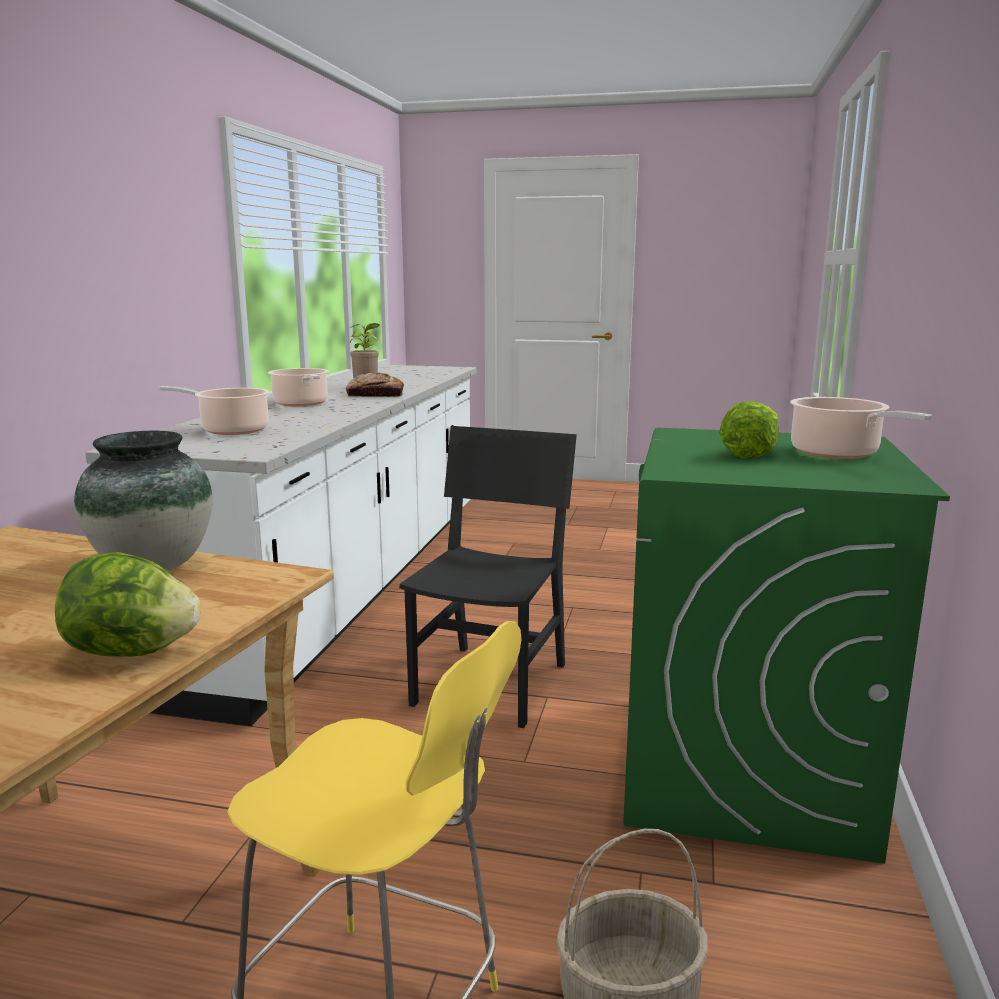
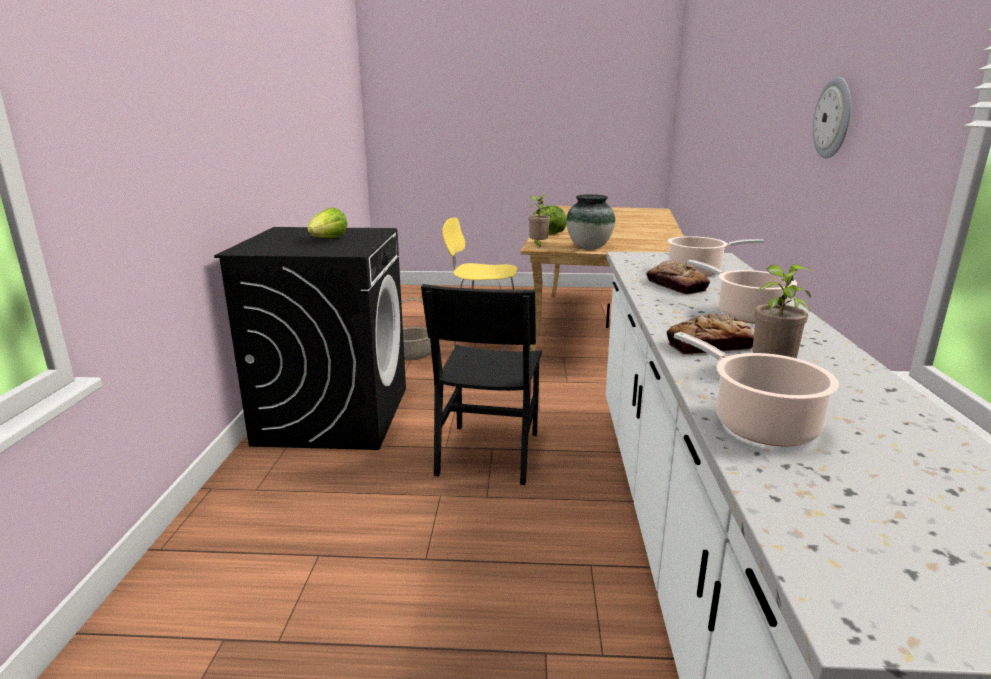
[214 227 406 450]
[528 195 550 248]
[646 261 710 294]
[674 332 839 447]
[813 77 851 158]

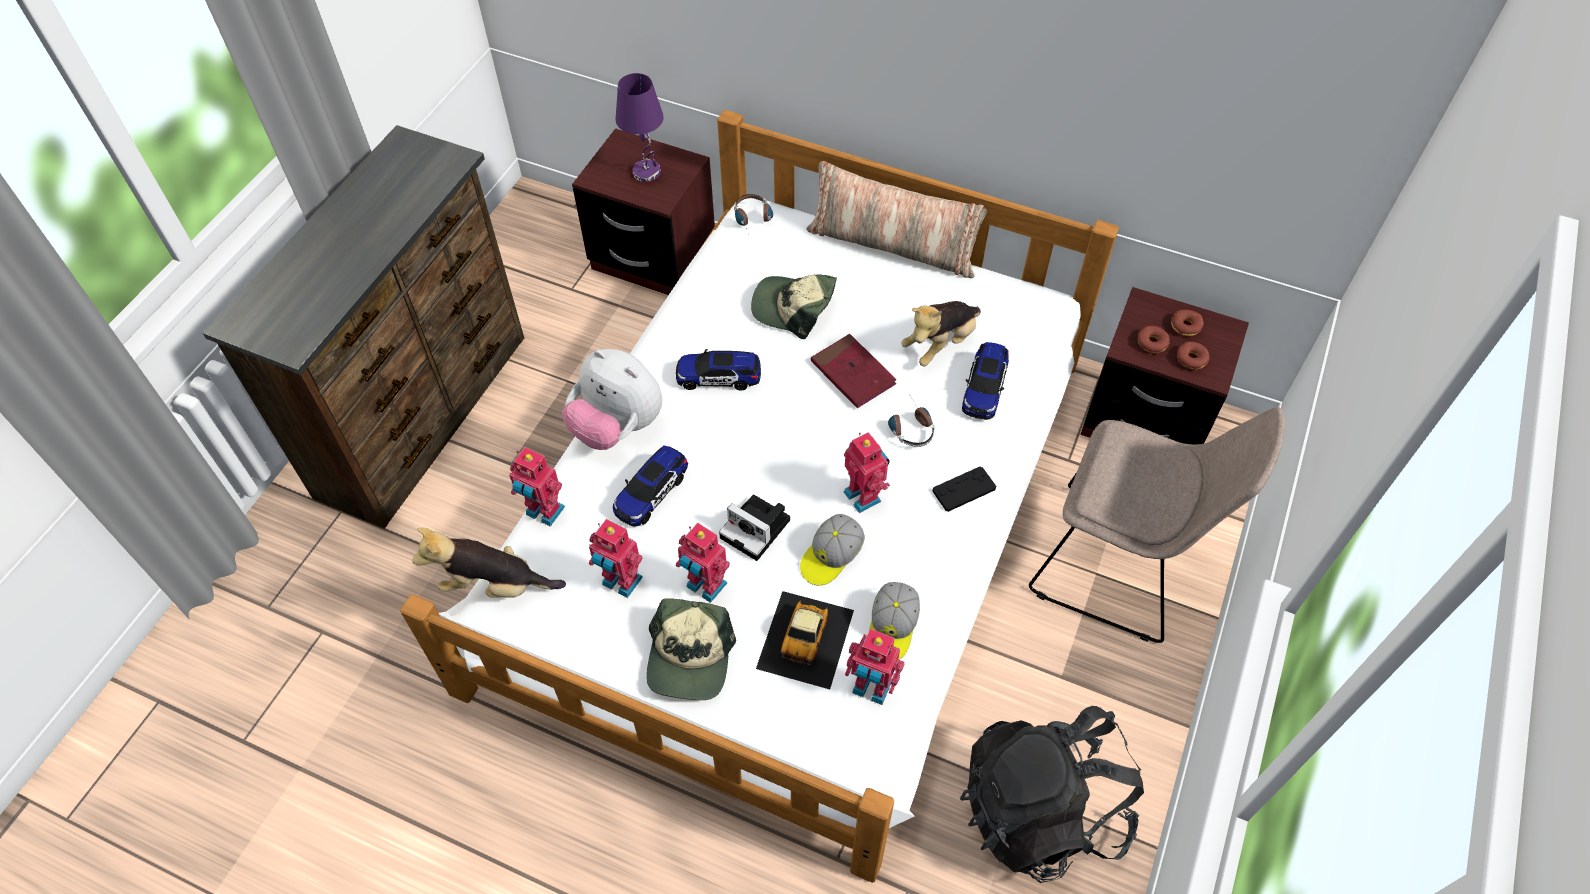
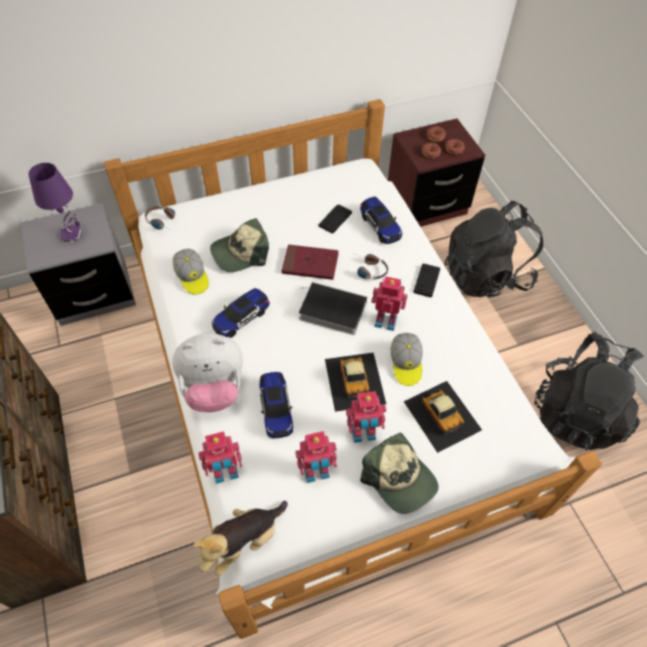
[21 203 136 326]
[173 249 209 295]
[299 282 367 335]
[319 204 352 233]
[325 352 386 412]
[444 201 543 297]
[806 161 987 279] (first image)
[845 628 905 705] (first image)

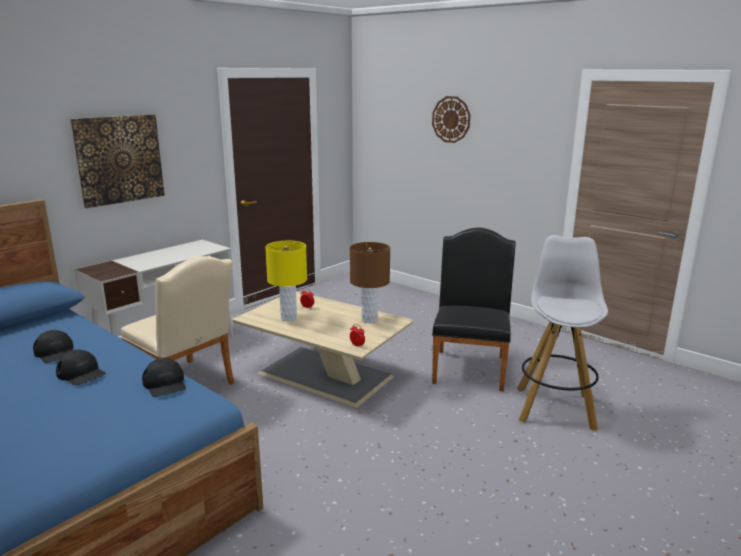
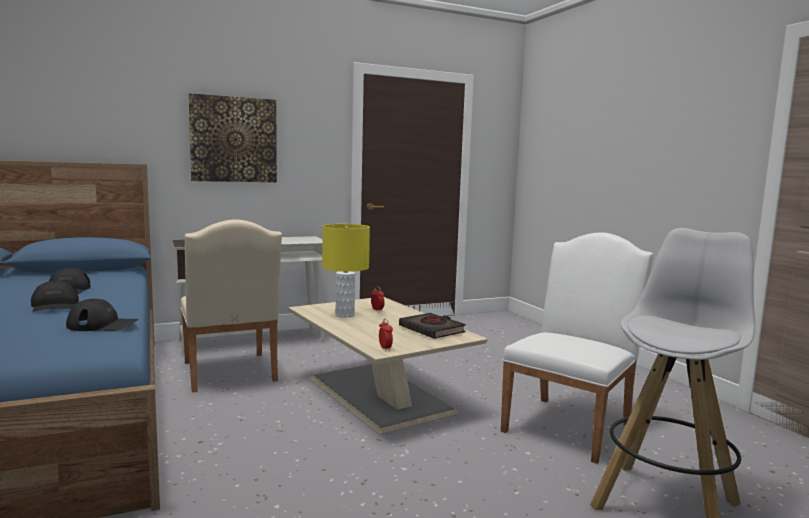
[66 299 138 331]
[399 313 466 339]
[501 232 654 464]
[432 96 470 143] (first image)

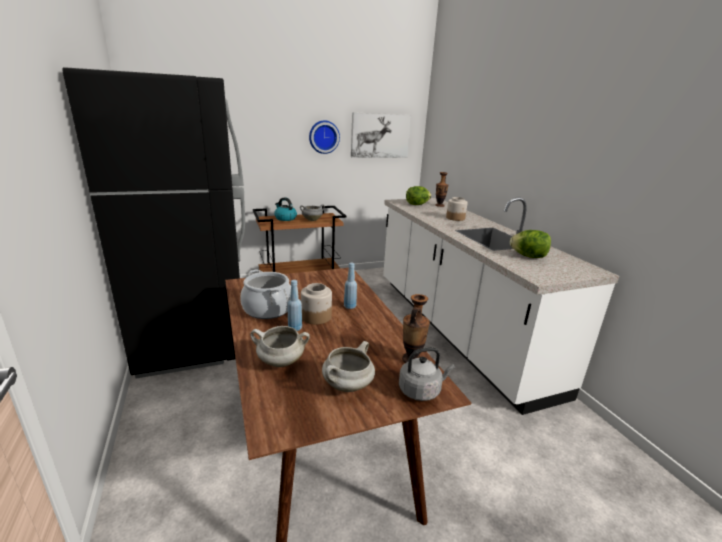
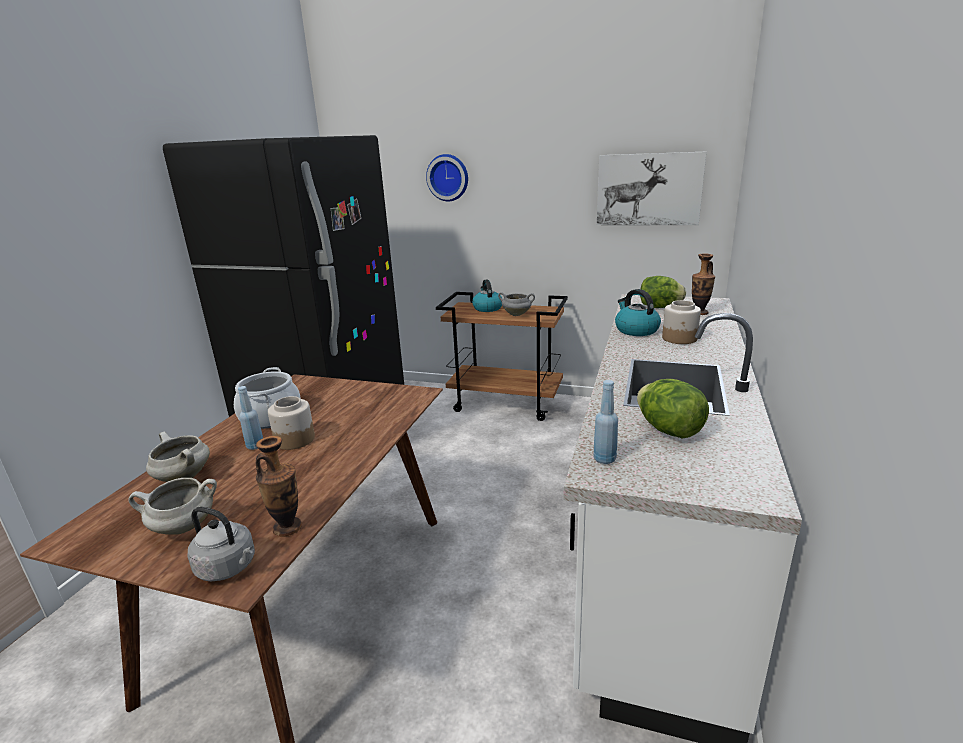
[426 154 468 201]
[593 380 618 464]
[615 289 661 336]

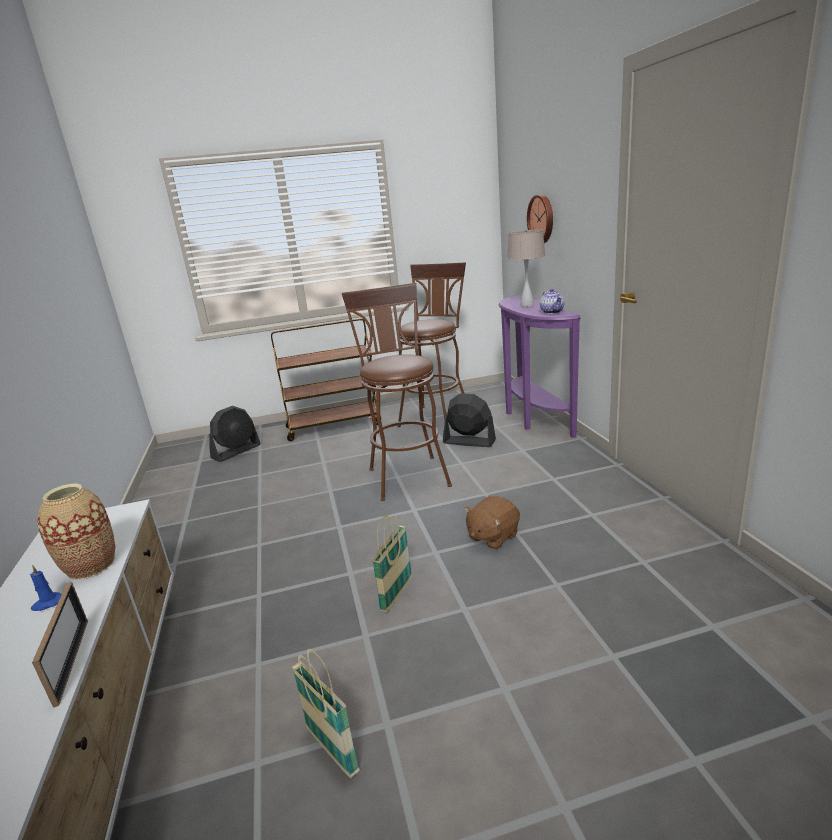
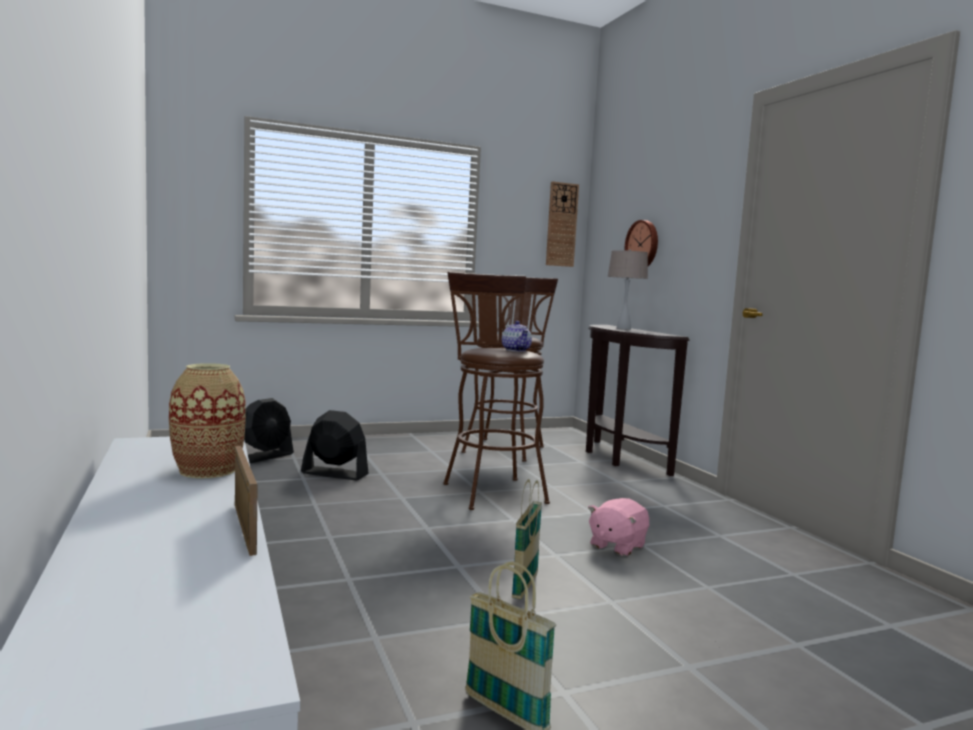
[301 410 369 481]
[502 321 532 351]
[546 181 579 267]
[586 325 689 476]
[588 498 649 556]
[30 565 62 611] (first image)
[271 318 378 441] (first image)

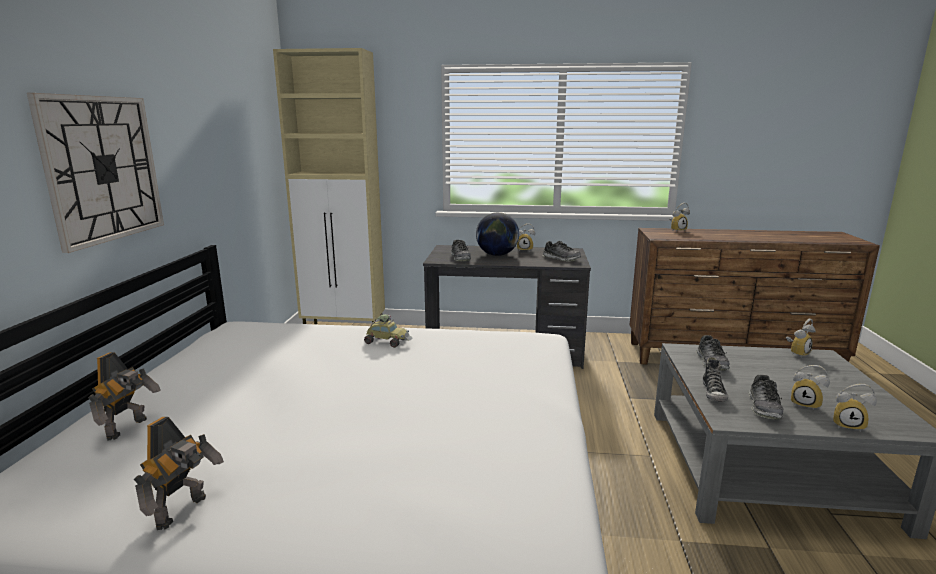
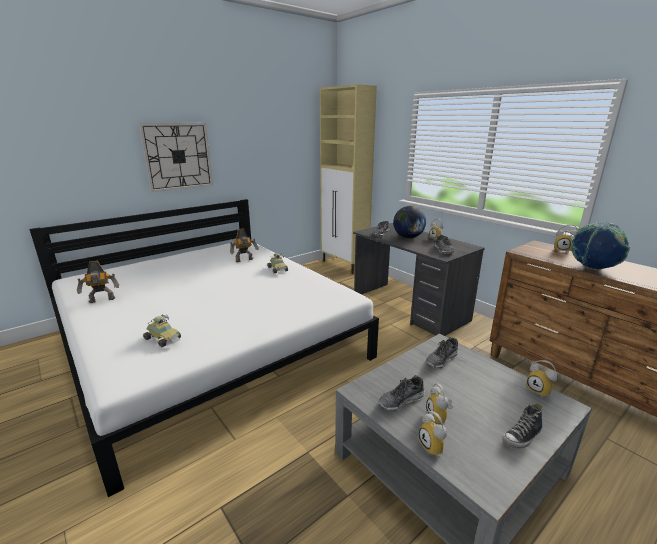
[143 314 181 347]
[230 229 259 262]
[502 403 543 448]
[526 360 558 396]
[571 222 630 270]

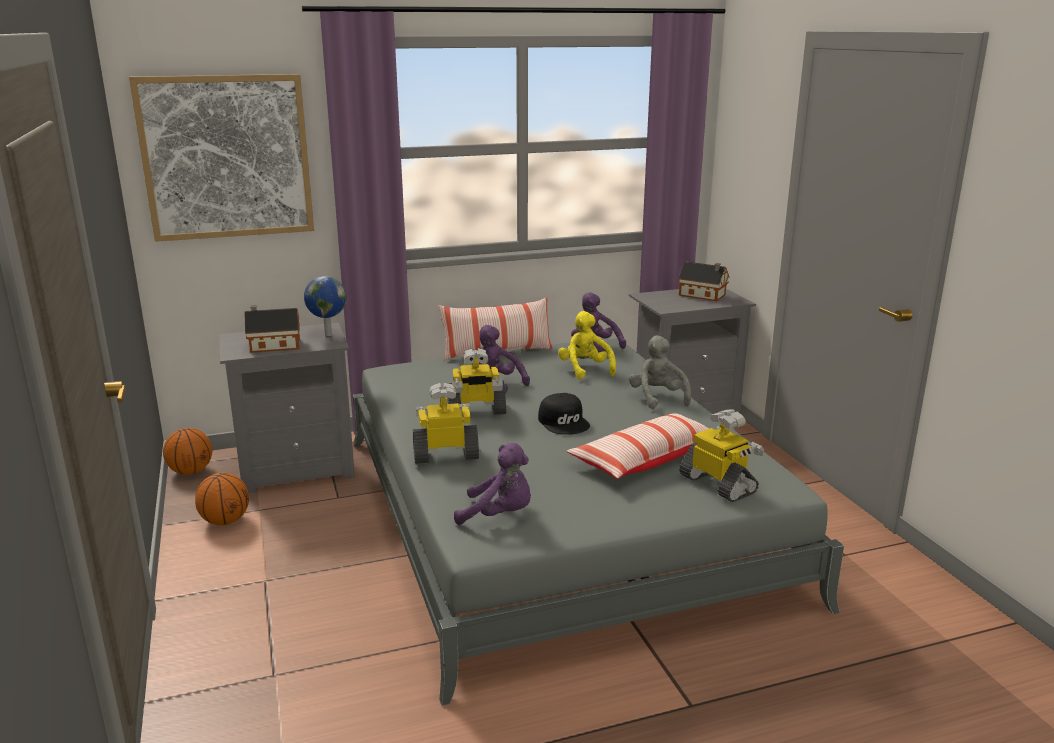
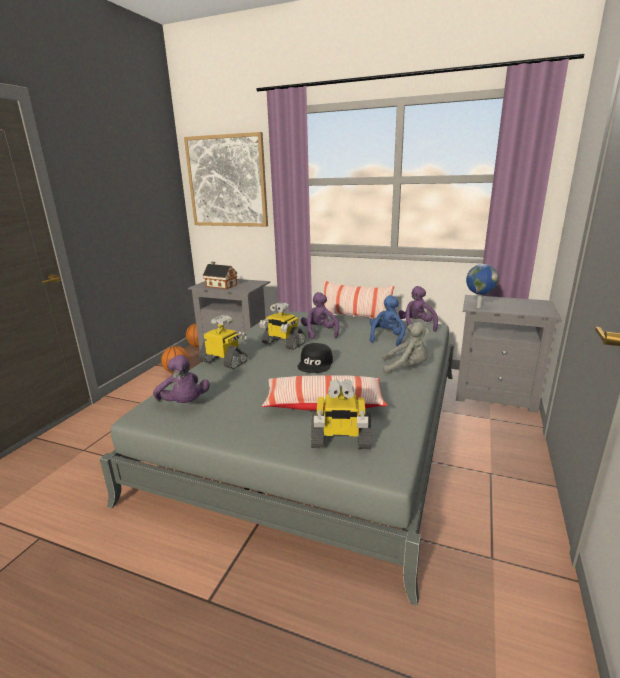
[311 379 372 449]
[370 295 406 346]
[382 322 429 374]
[466 264 499 308]
[678 261 730 301] (first image)

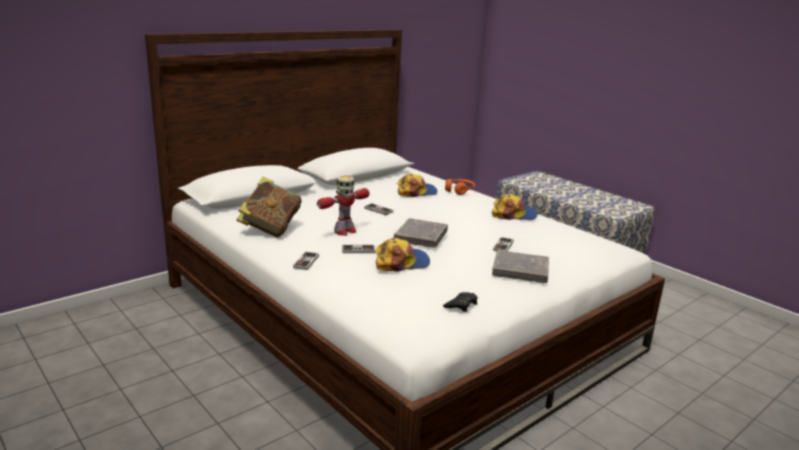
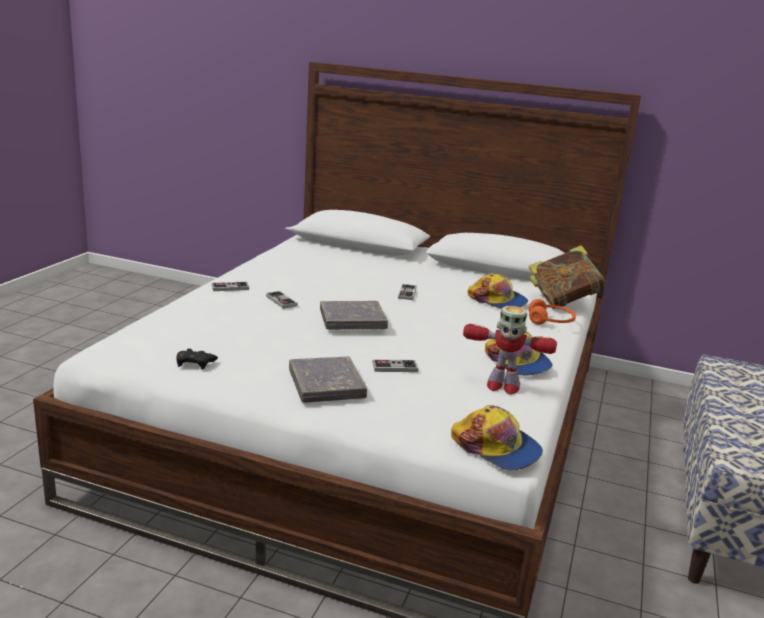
[451 405 543 470]
[463 306 557 394]
[529 245 607 309]

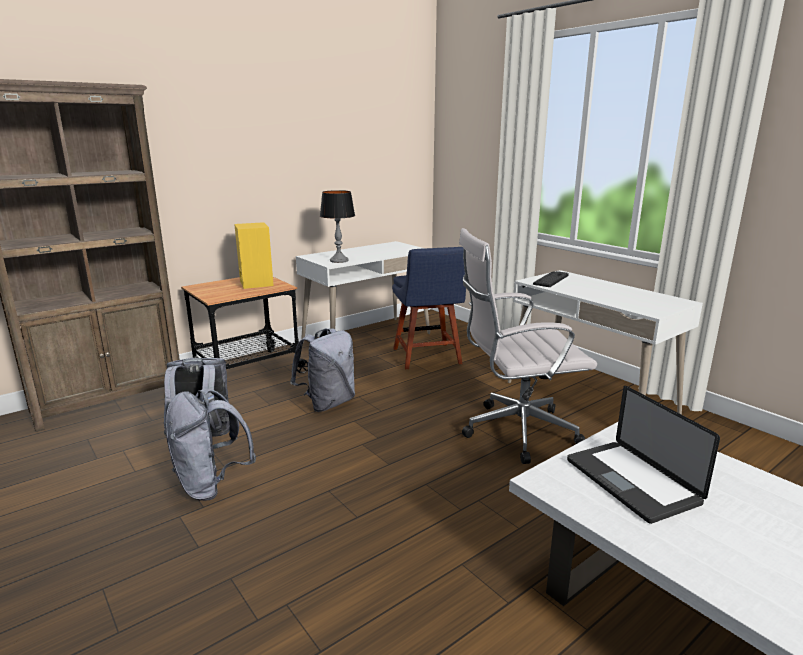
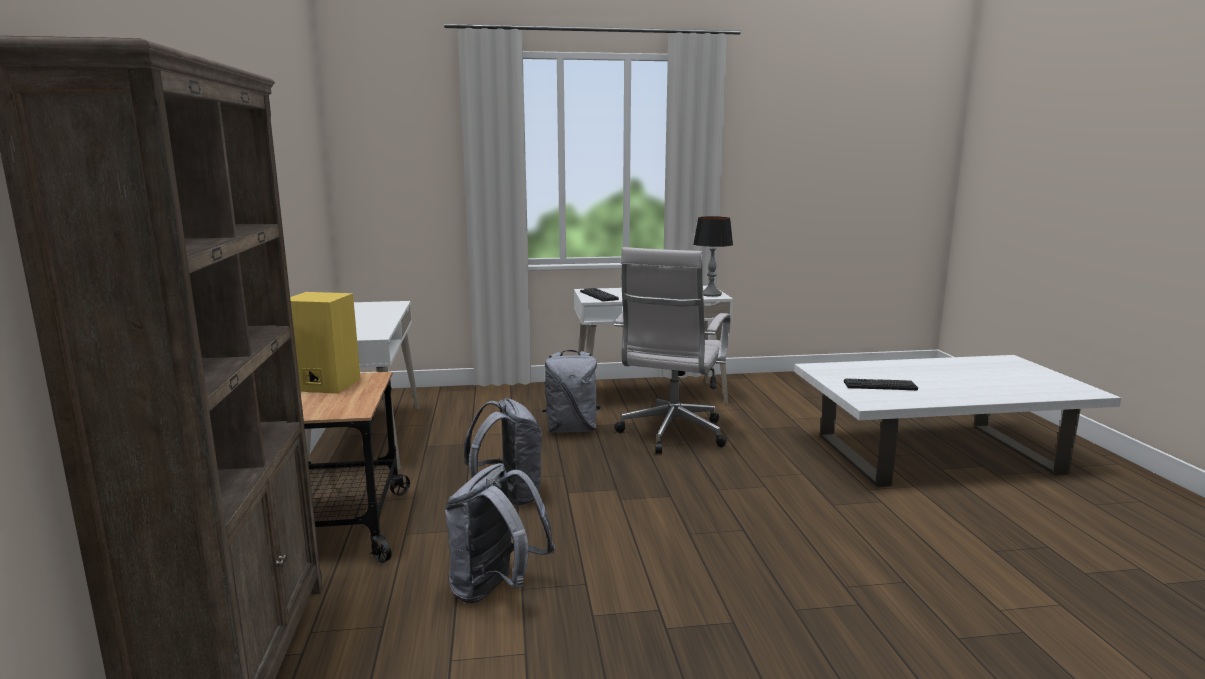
[542 350 600 433]
[693 216 733 297]
[844 378 918 390]
[392 247 466 369] (first image)

